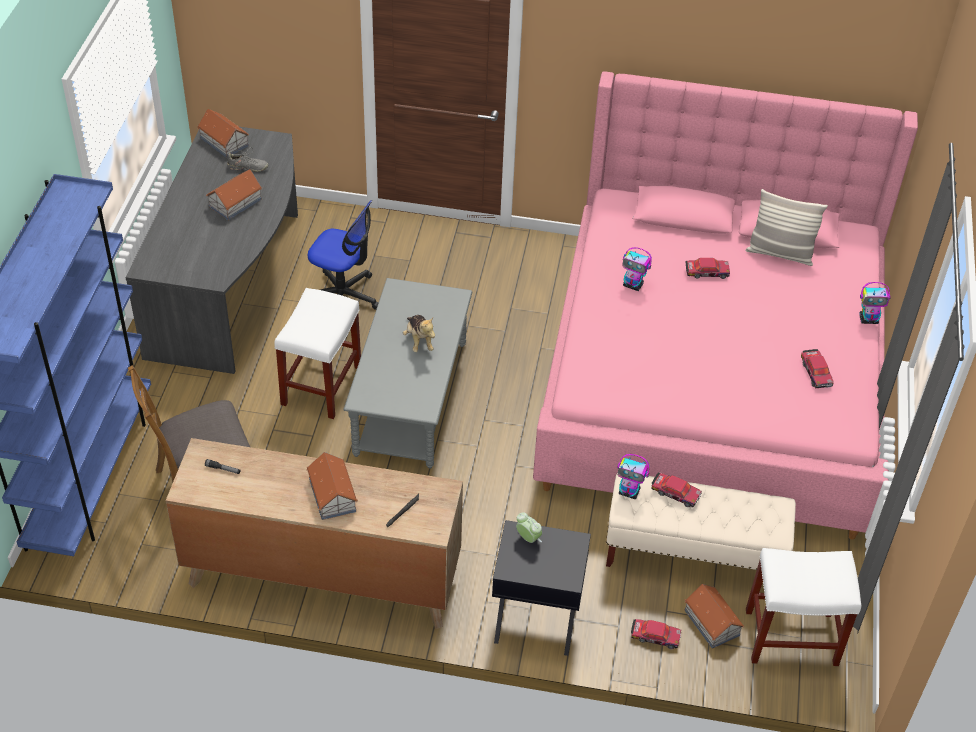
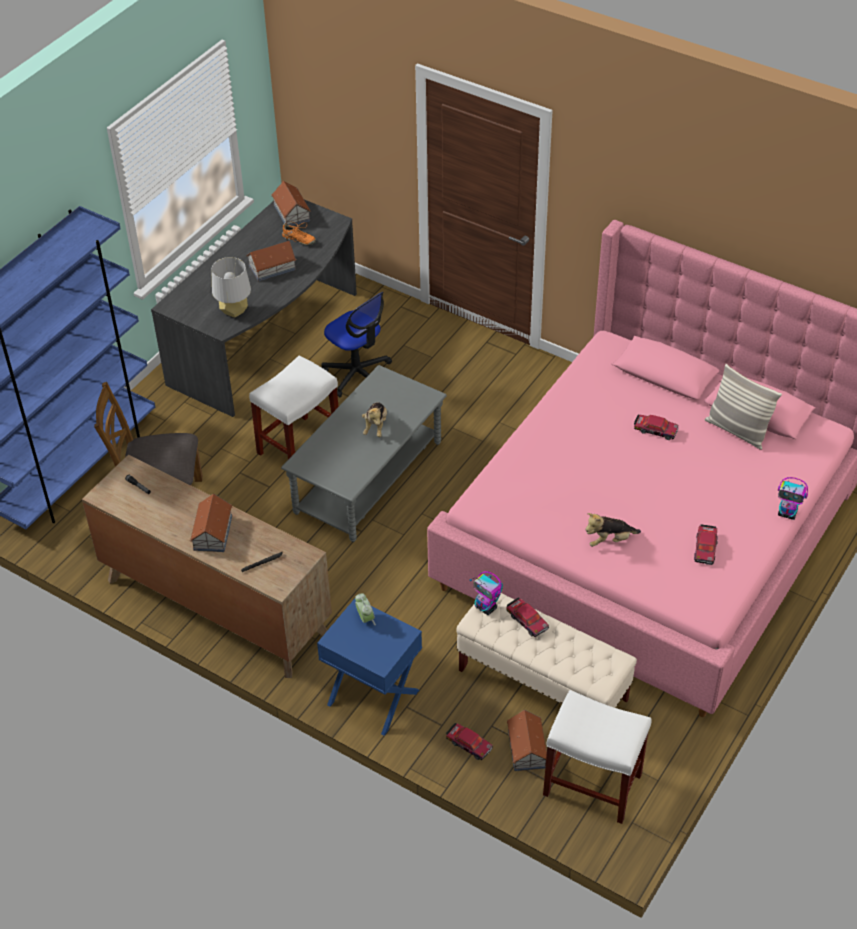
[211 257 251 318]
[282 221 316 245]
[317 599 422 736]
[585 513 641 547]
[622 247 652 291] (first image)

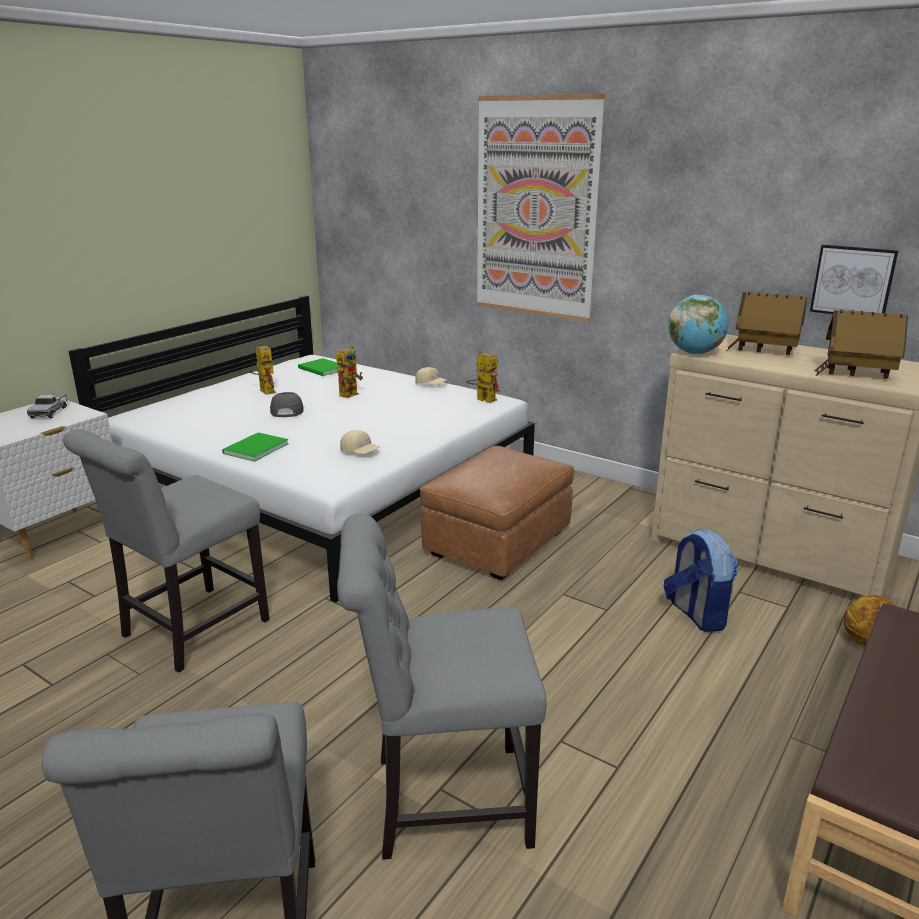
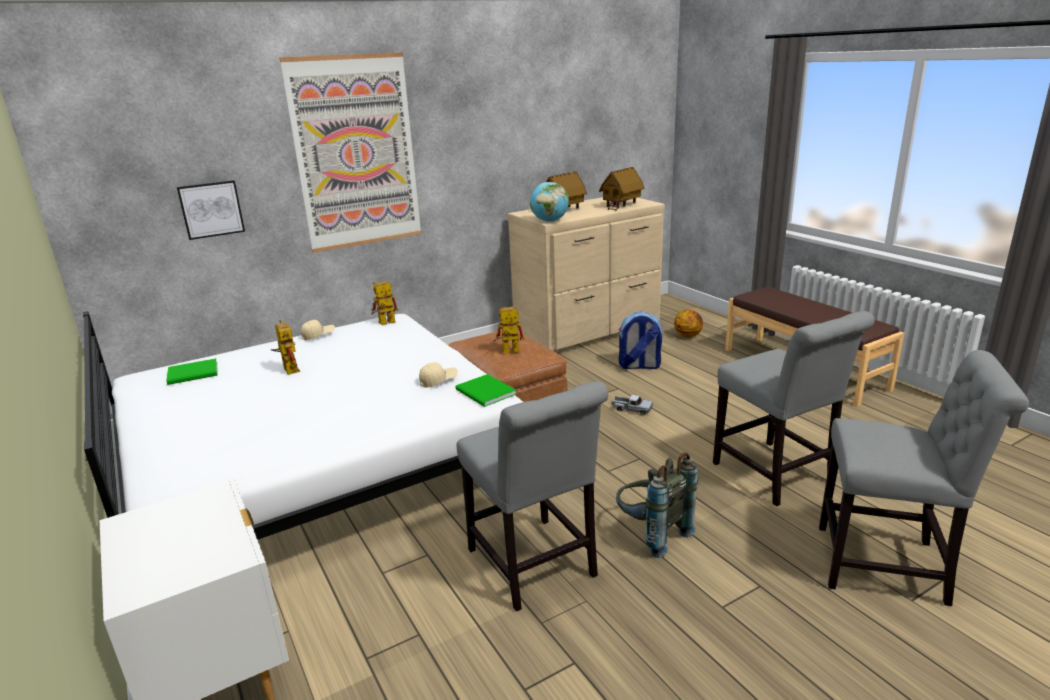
[177 180 245 240]
[456 374 516 407]
[493 307 524 353]
[612 395 653 416]
[616 453 698 558]
[713 311 875 506]
[270 392 304 417] (first image)

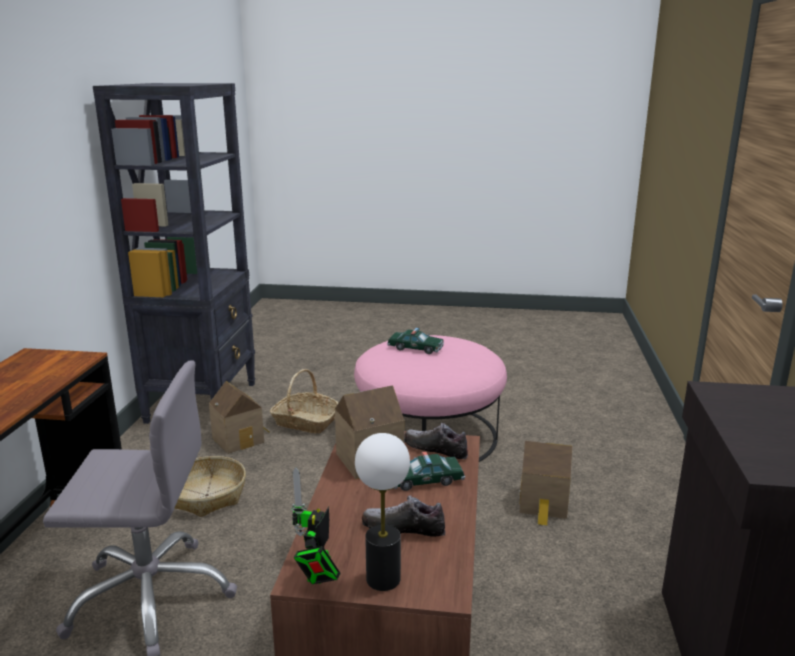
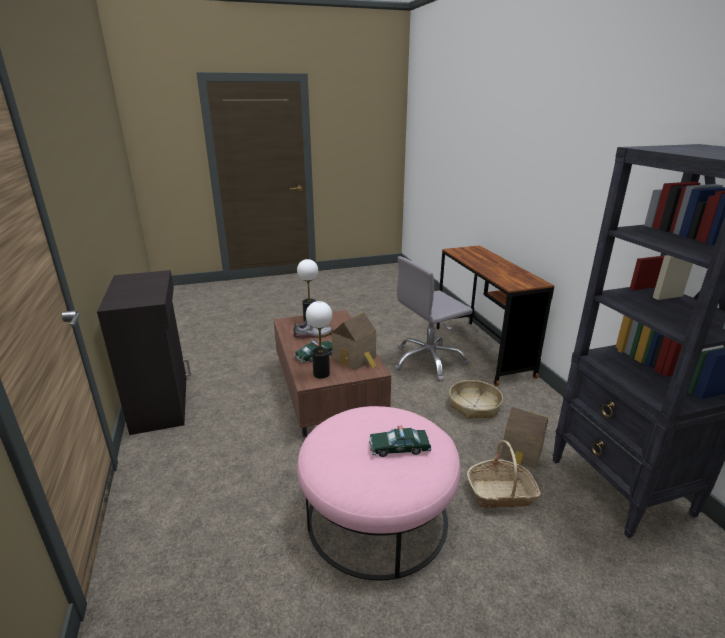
[306 301 332 379]
[290 467 340 584] (first image)
[519 441 572 526] (first image)

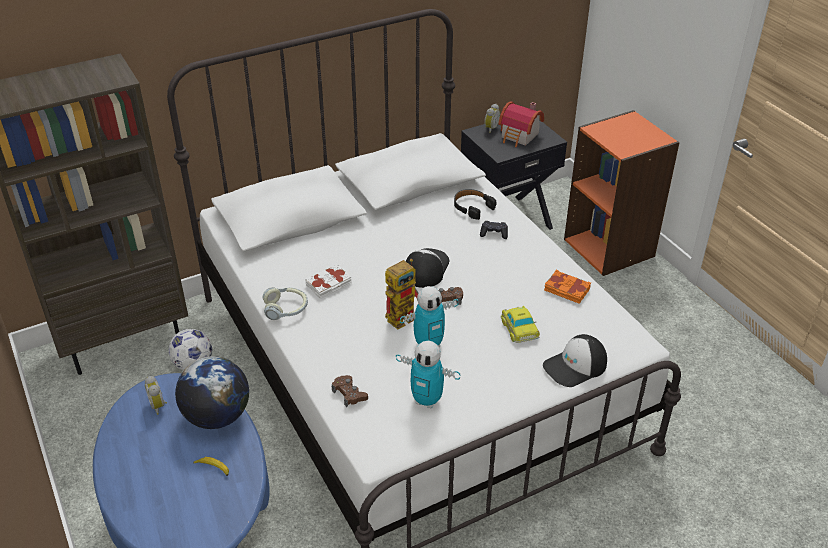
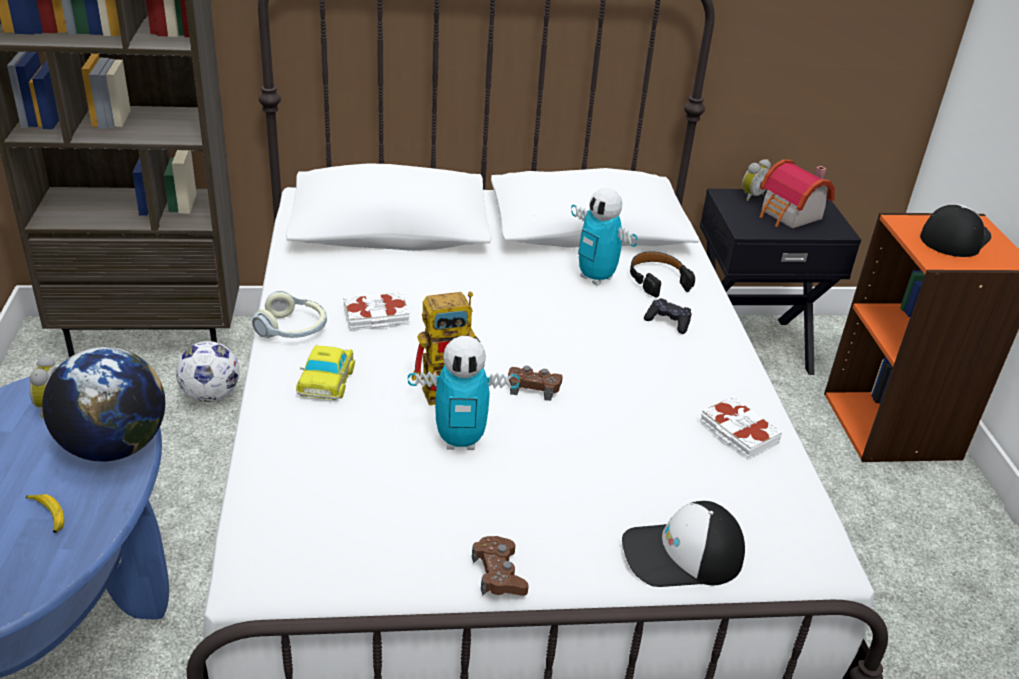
[296 345 355 400]
[472 536 529 596]
[571 188 638 286]
[700 395 782 459]
[920 204 991 257]

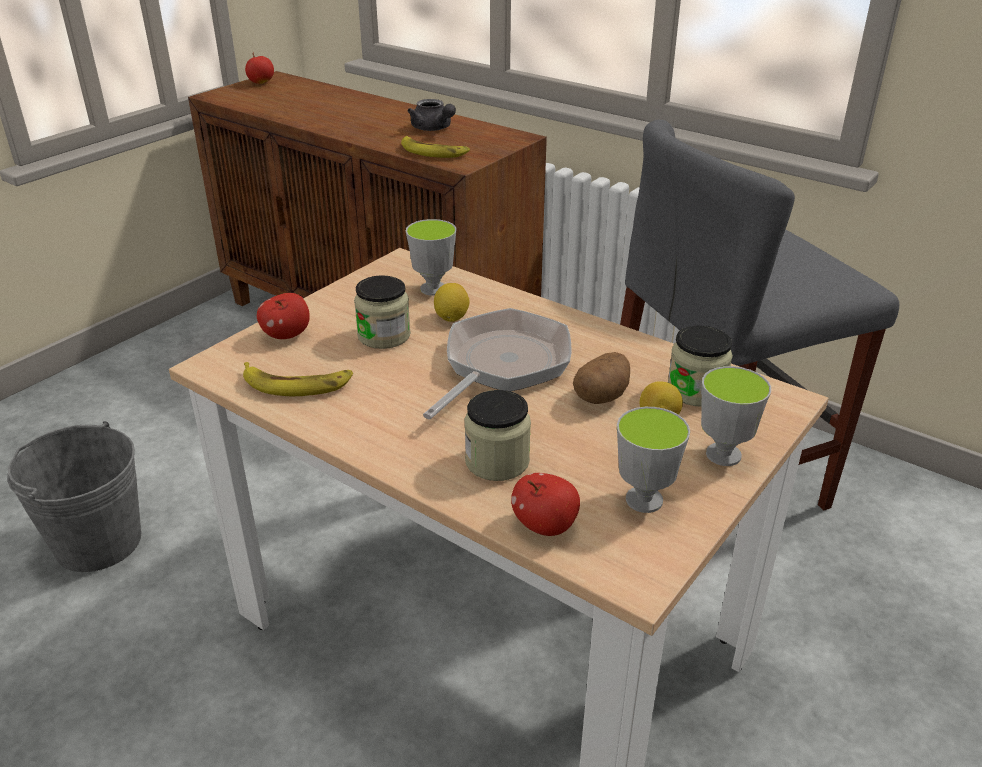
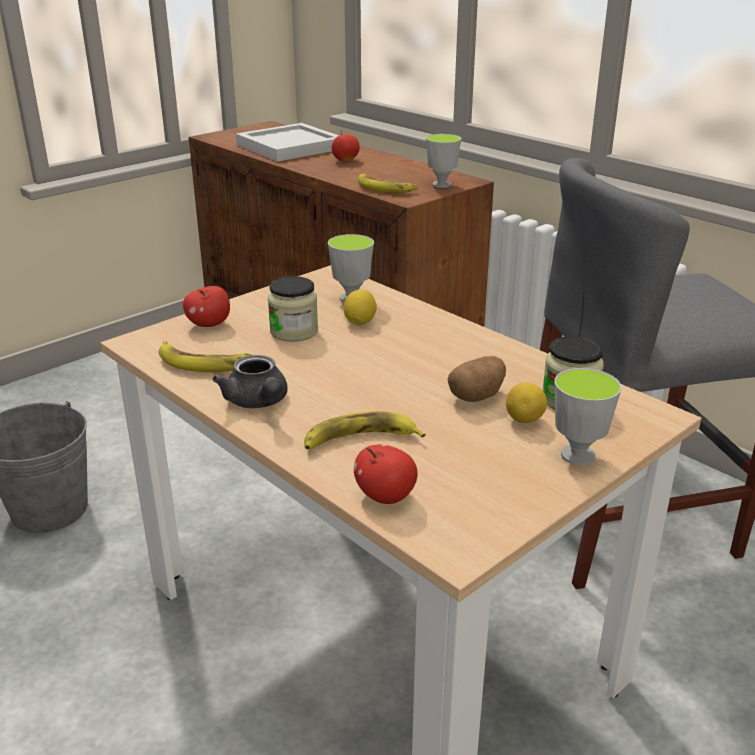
[213 355 288 408]
[236 123 339 162]
[304 411 426 450]
[332 130 360 161]
[426 134 462 188]
[423 308 572 419] (first image)

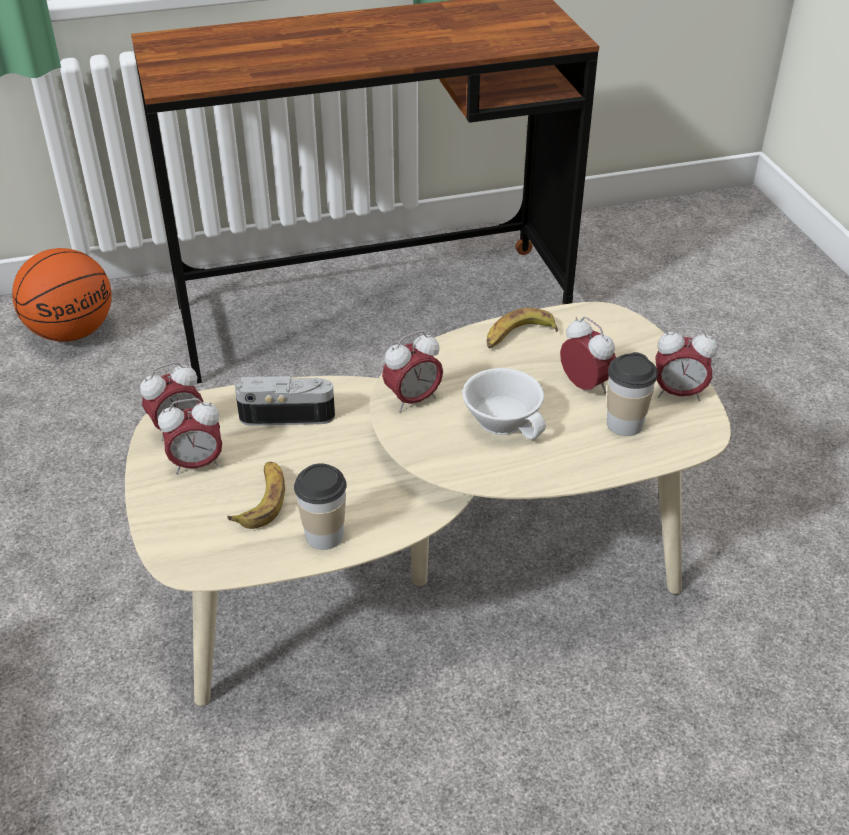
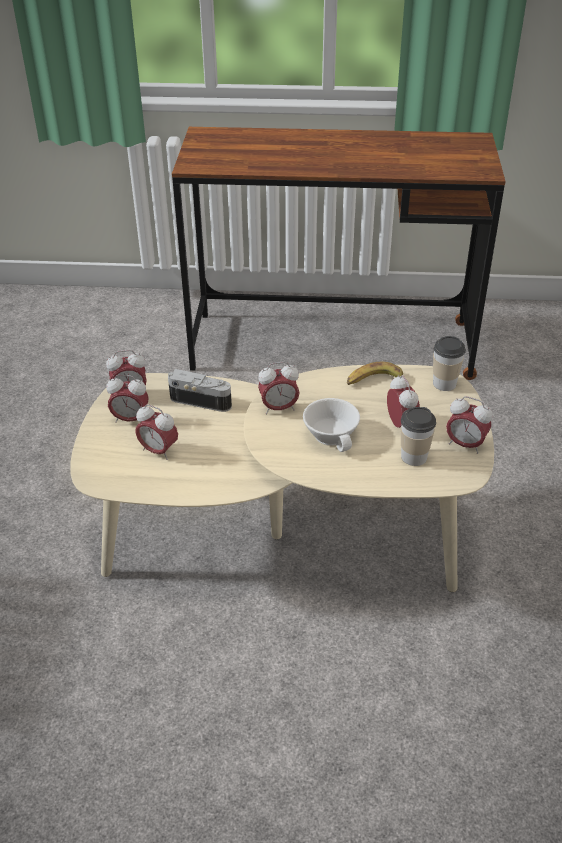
[135 404 178 460]
[433 336 466 391]
[12 248 112 342] (first image)

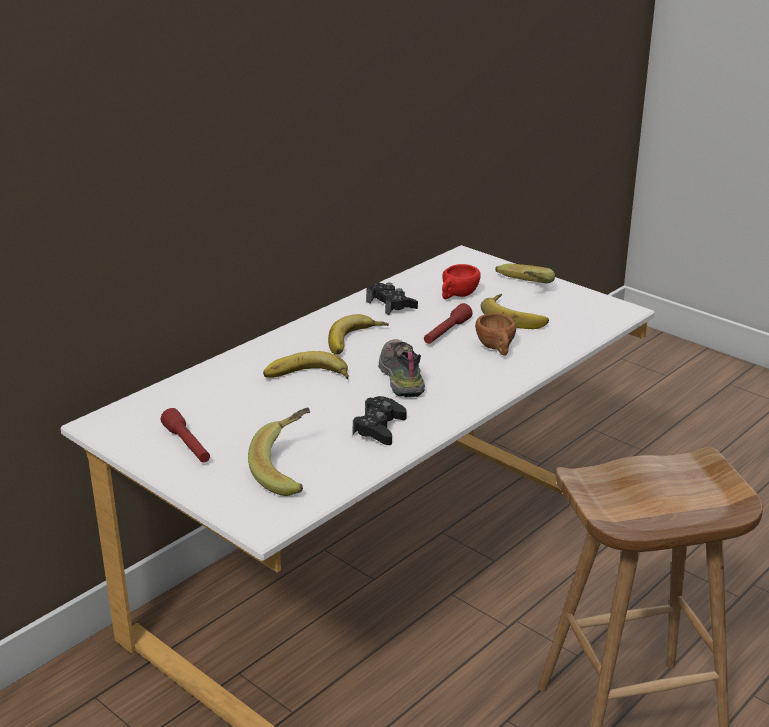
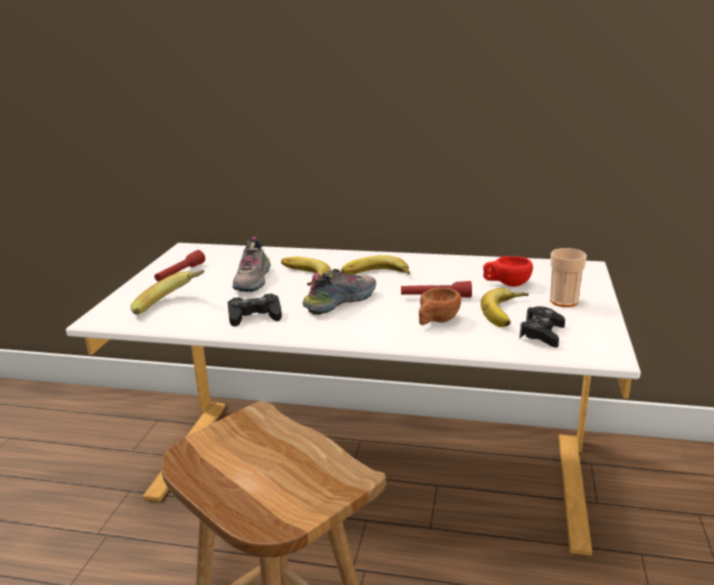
[233 237 271 292]
[519 306 565 348]
[550 248 587 307]

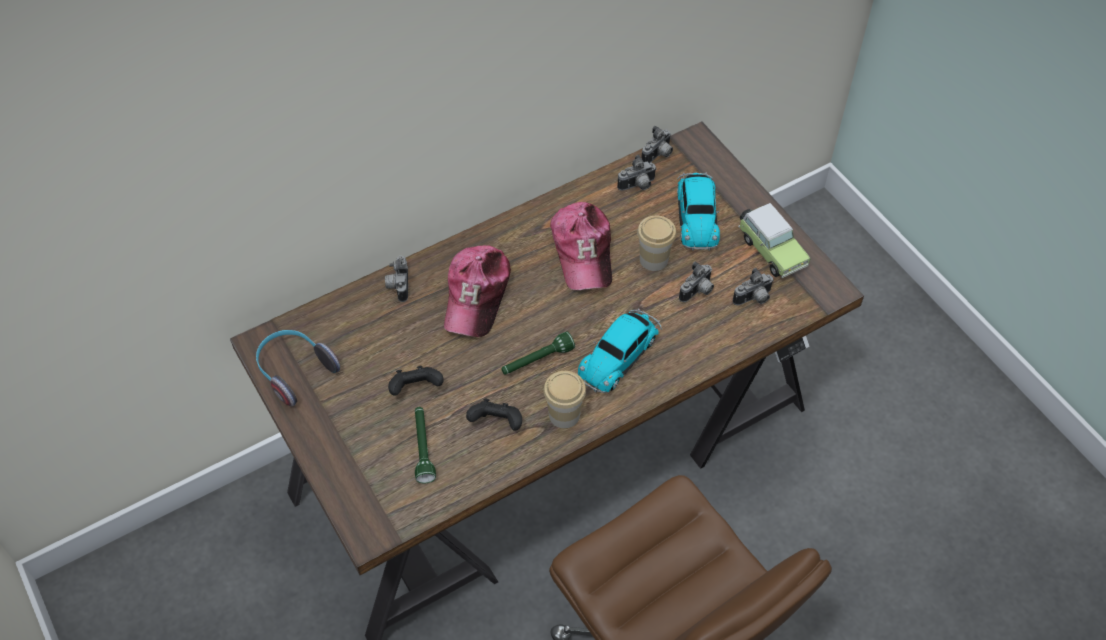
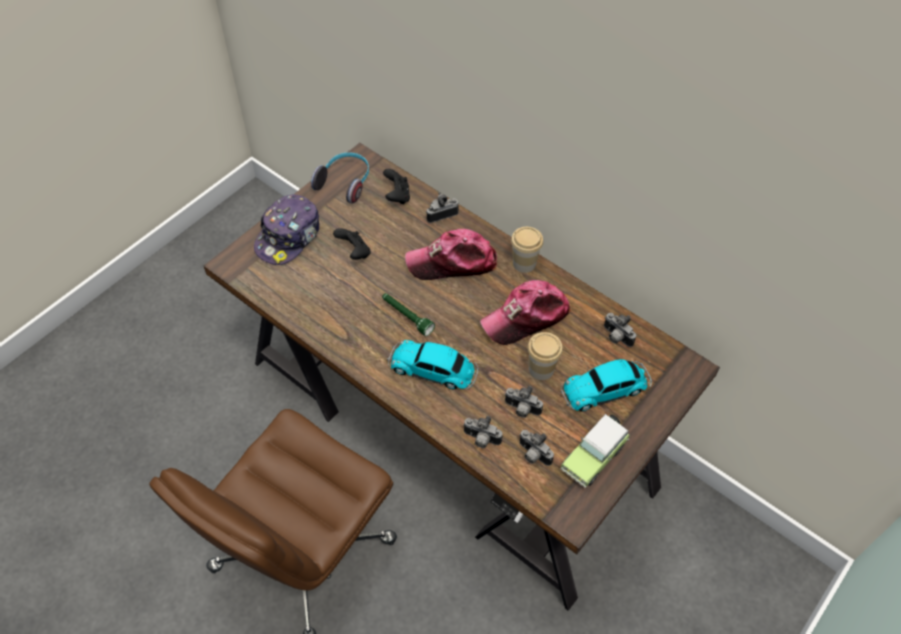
[254 194 319 265]
[383 169 410 204]
[463 416 503 448]
[511 227 543 273]
[415 407 436 483] (first image)

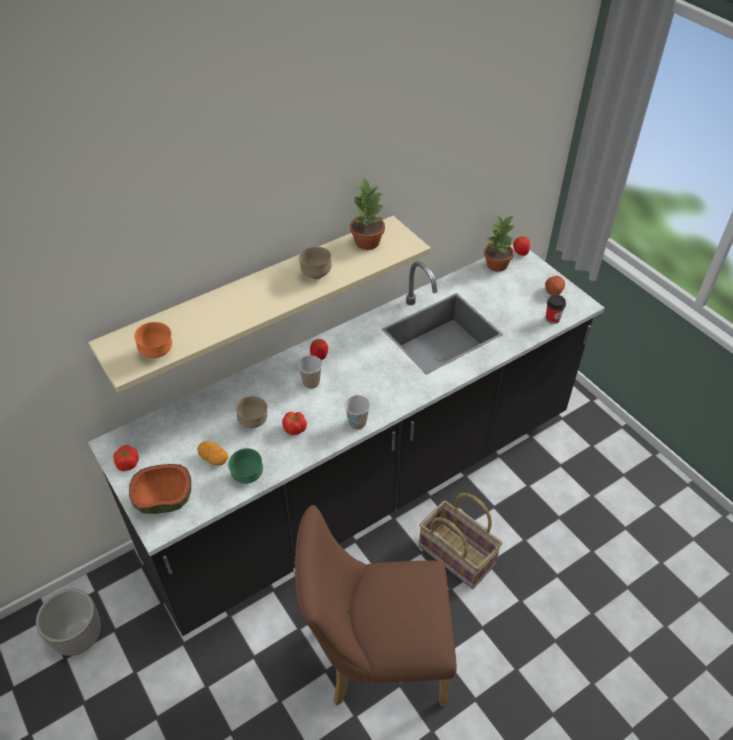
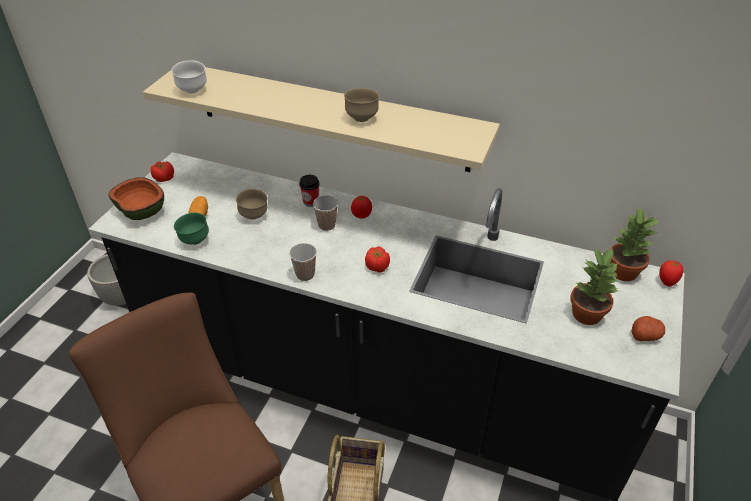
[171 60 207 93]
[299 175 319 207]
[365 246 390 273]
[570 248 619 325]

